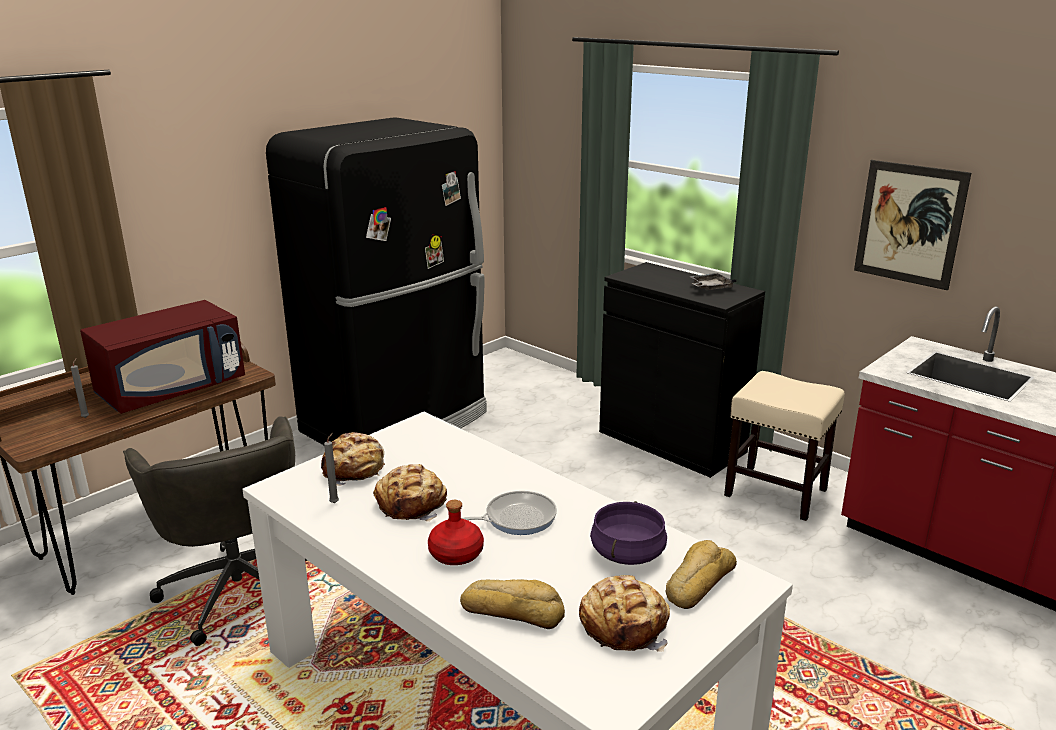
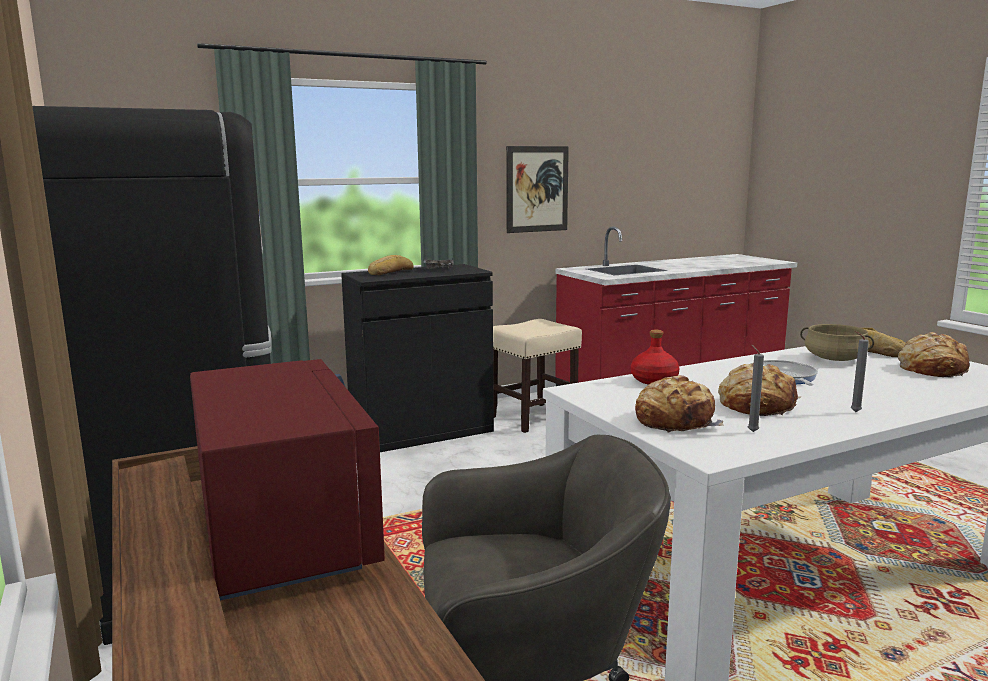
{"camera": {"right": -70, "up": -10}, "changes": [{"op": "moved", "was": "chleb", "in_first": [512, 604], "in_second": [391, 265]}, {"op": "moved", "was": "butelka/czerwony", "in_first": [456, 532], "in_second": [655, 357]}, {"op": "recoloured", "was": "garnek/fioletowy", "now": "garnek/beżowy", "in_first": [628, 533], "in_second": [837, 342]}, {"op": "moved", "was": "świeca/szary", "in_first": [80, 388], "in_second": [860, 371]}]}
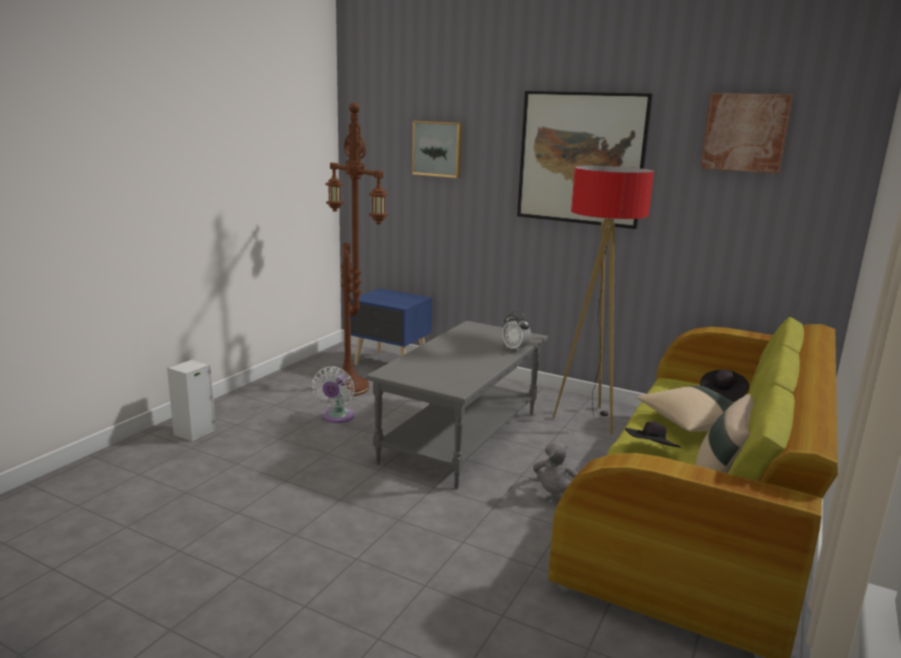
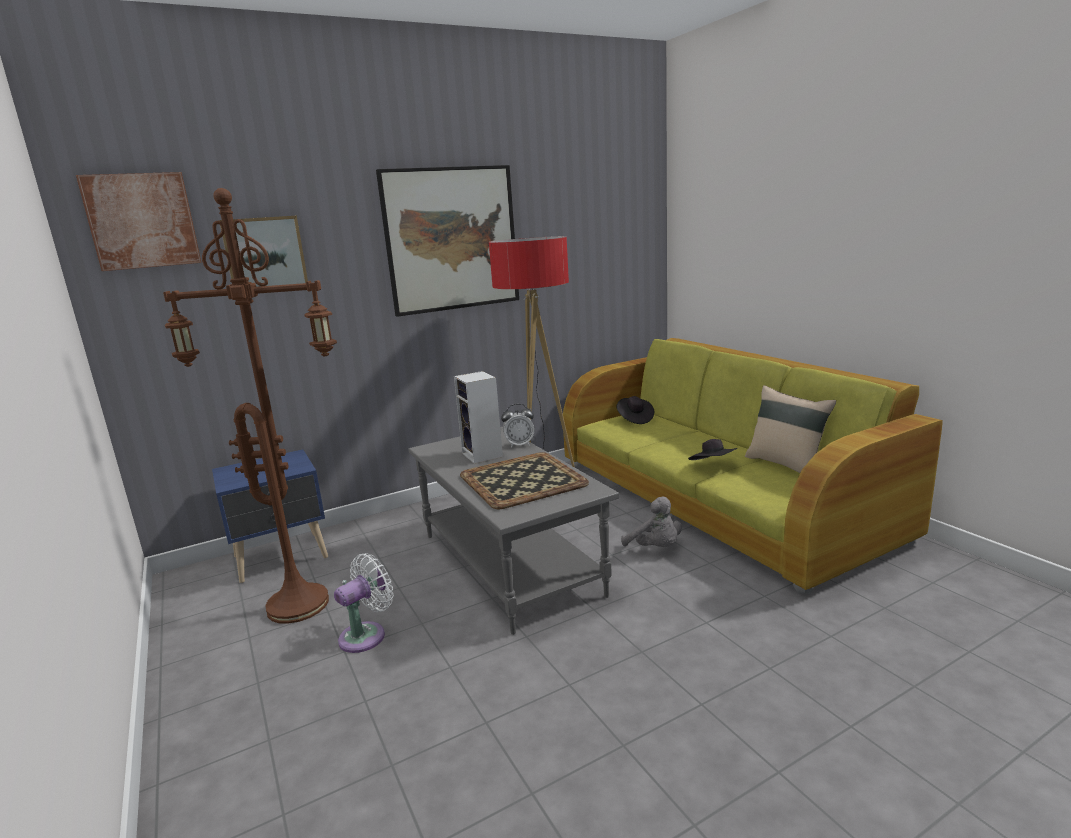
{"camera": {"right": -55, "up": 0}, "changes": [{"op": "moved", "was": "obraz", "in_first": [746, 133], "in_second": [139, 221]}, {"op": "turned", "was": "wentylator/biały", "in_first": [333, 394], "in_second": [363, 603], "clockwise": -90}, {"op": "moved", "was": "głośnik", "in_first": [191, 400], "in_second": [478, 417]}, {"op": "added", "now": "taca", "in_second": [524, 480]}, {"op": "removed", "was": "poduszka/beżowy", "in_first": [685, 409]}]}
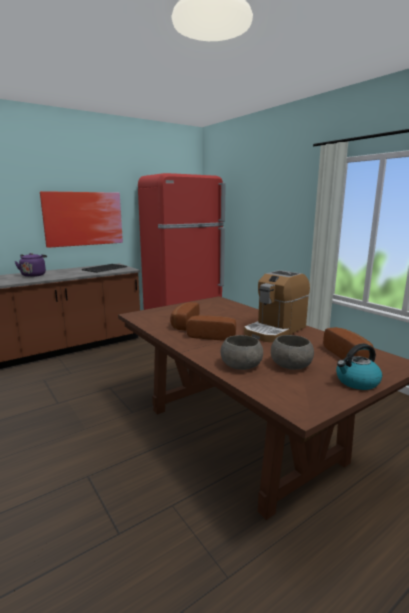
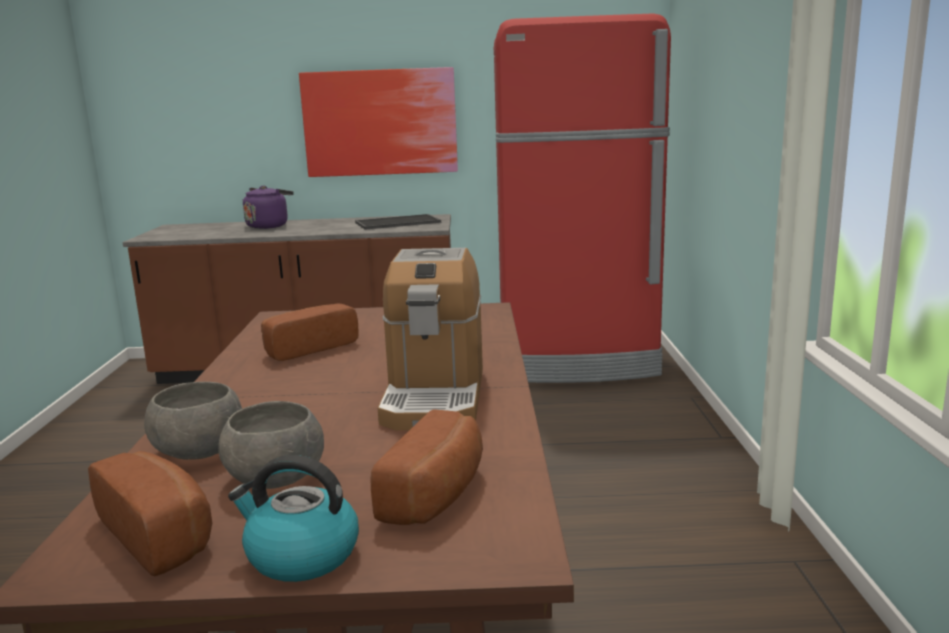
{"camera": {"right": 35, "up": 0}, "changes": [{"op": "moved", "was": "chleb", "in_first": [211, 328], "in_second": [150, 514]}, {"op": "turned", "was": "ekspres do kawy", "in_first": [277, 306], "in_second": [430, 339], "clockwise": -75}]}
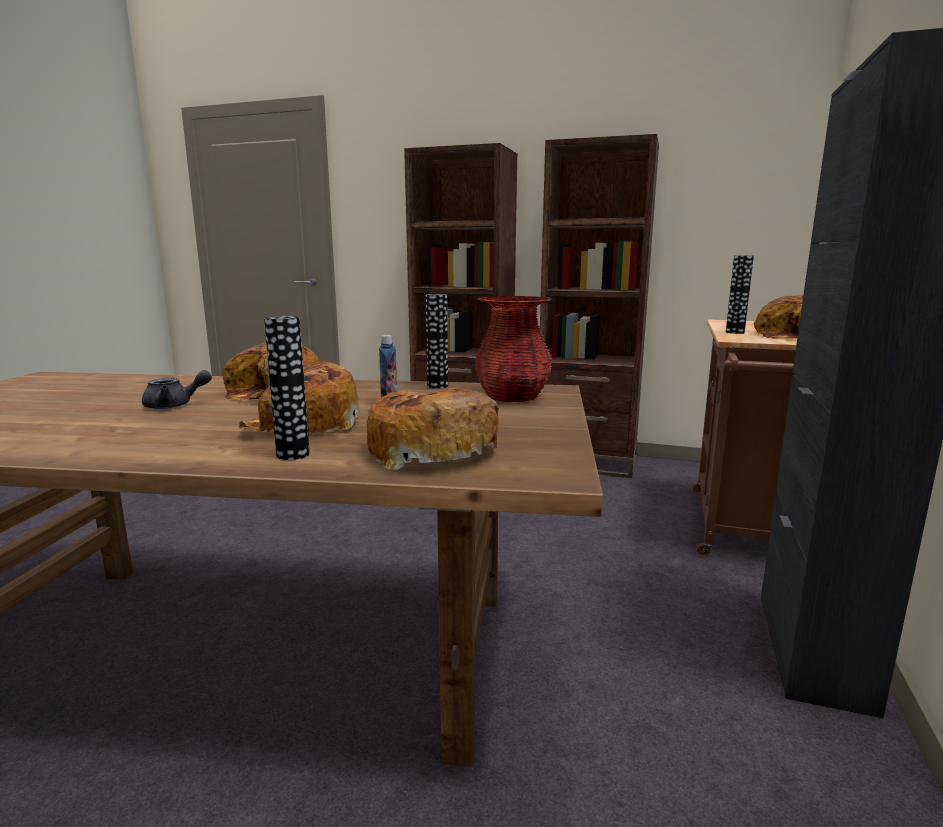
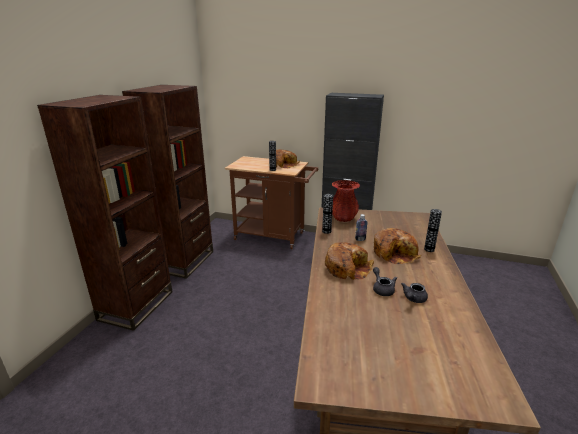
{"camera": {"right": -90, "up": 10}, "changes": [{"op": "added", "now": "imbryk/szary", "in_second": [414, 293]}, {"op": "removed", "was": "chleb", "in_first": [433, 429]}]}
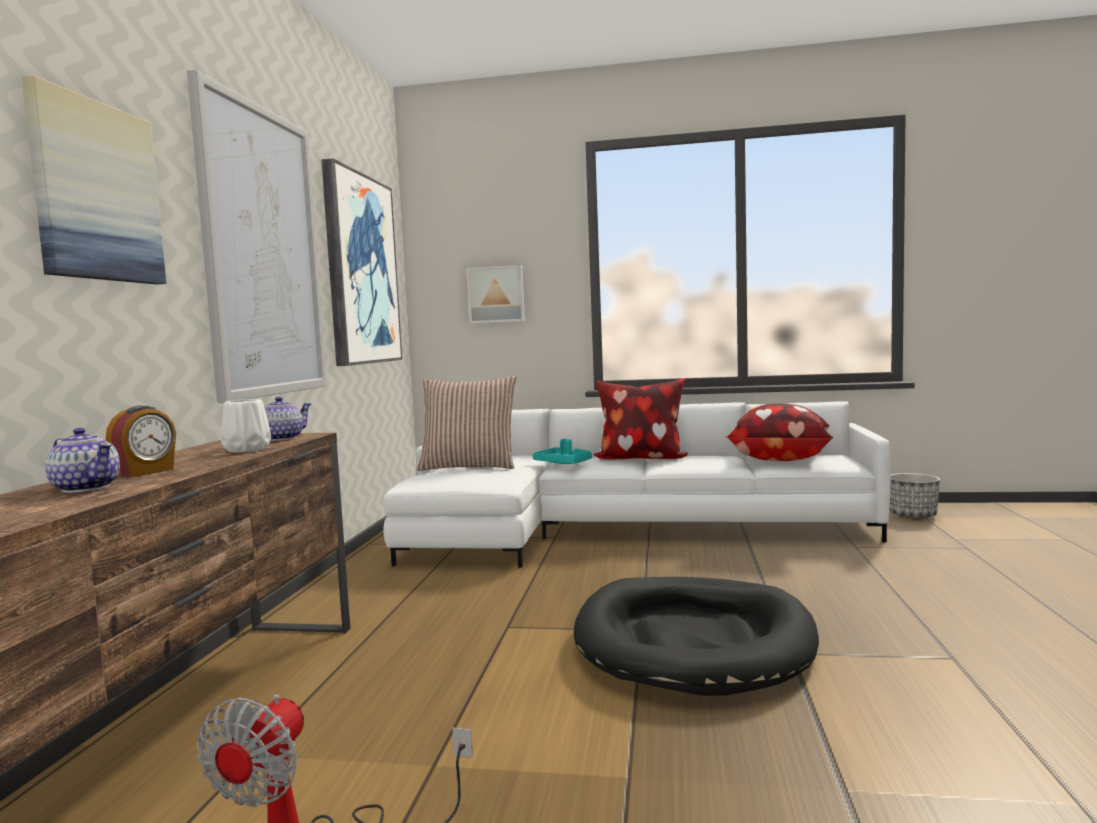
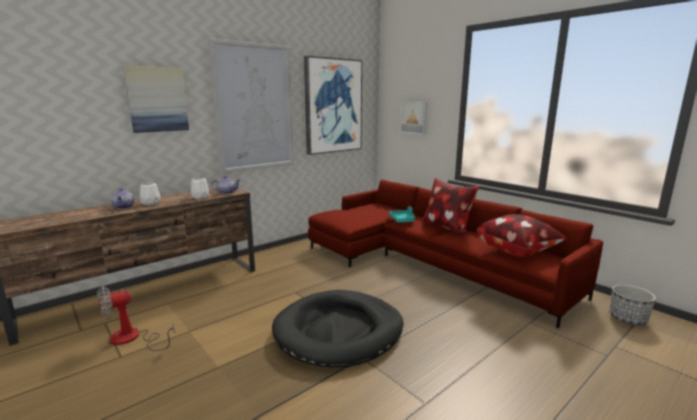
{"camera": {"right": 40, "up": 10}, "changes": [{"op": "replaced", "was": "budzik", "now": "wazon/biały", "in_first": [141, 441], "in_second": [150, 194]}, {"op": "recoloured", "was": "kanapa/biały", "now": "kanapa/czerwony", "in_first": [637, 484], "in_second": [455, 254]}, {"op": "removed", "was": "poduszka", "in_first": [466, 423]}]}
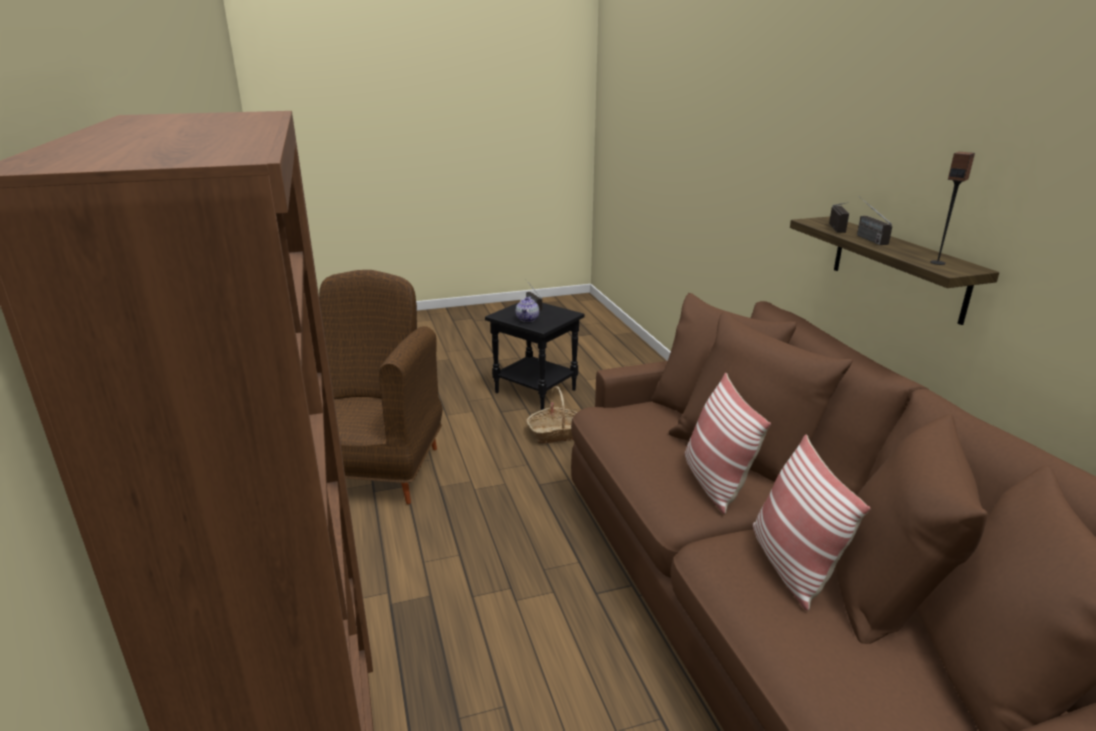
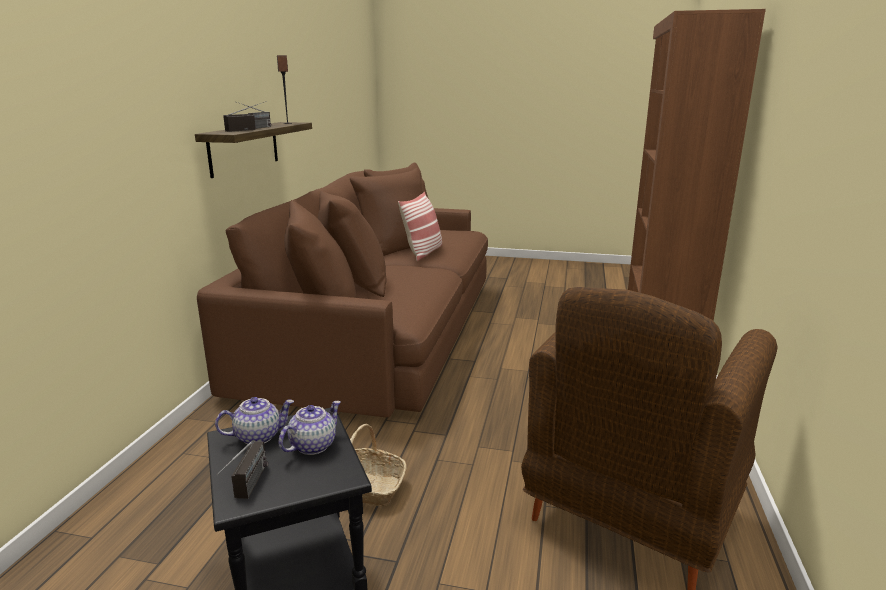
{"camera": {"right": -150, "up": -5}, "changes": [{"op": "added", "now": "imbryk", "in_second": [254, 420]}, {"op": "removed", "was": "poduszka", "in_first": [728, 443]}]}
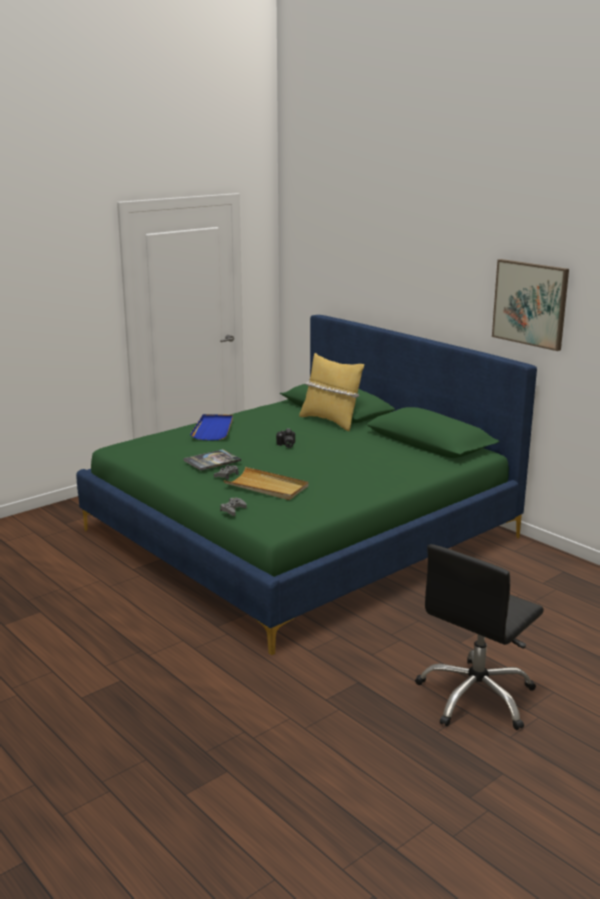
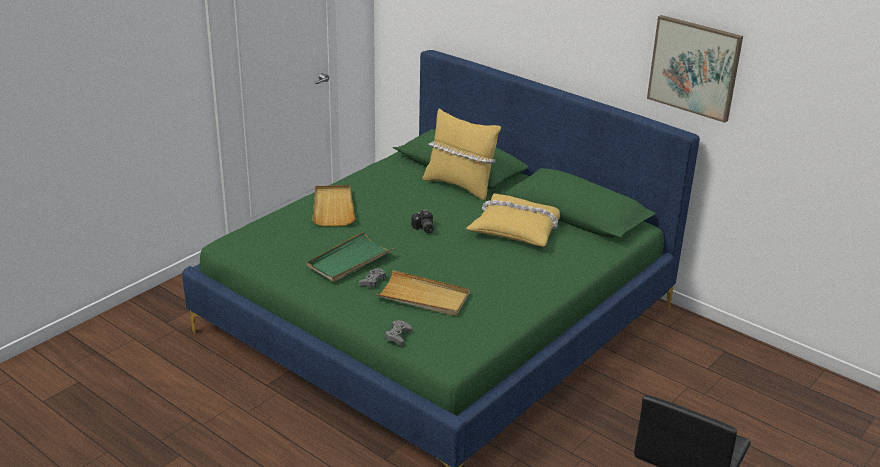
{"camera": {"right": -10, "up": 10}, "changes": [{"op": "replaced", "was": "książka", "now": "taca/zielony", "in_first": [212, 460], "in_second": [350, 256]}, {"op": "recoloured", "was": "taca/niebieski", "now": "taca/beżowy", "in_first": [211, 427], "in_second": [333, 205]}, {"op": "added", "now": "poduszka/żółty", "in_second": [513, 220]}]}
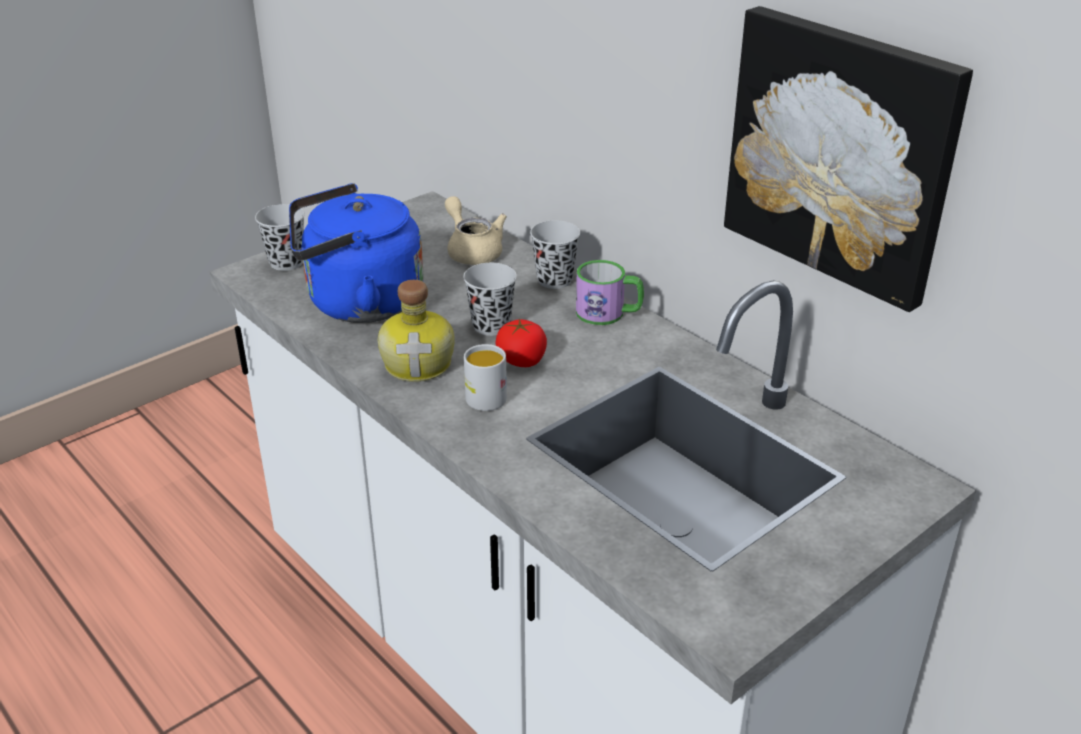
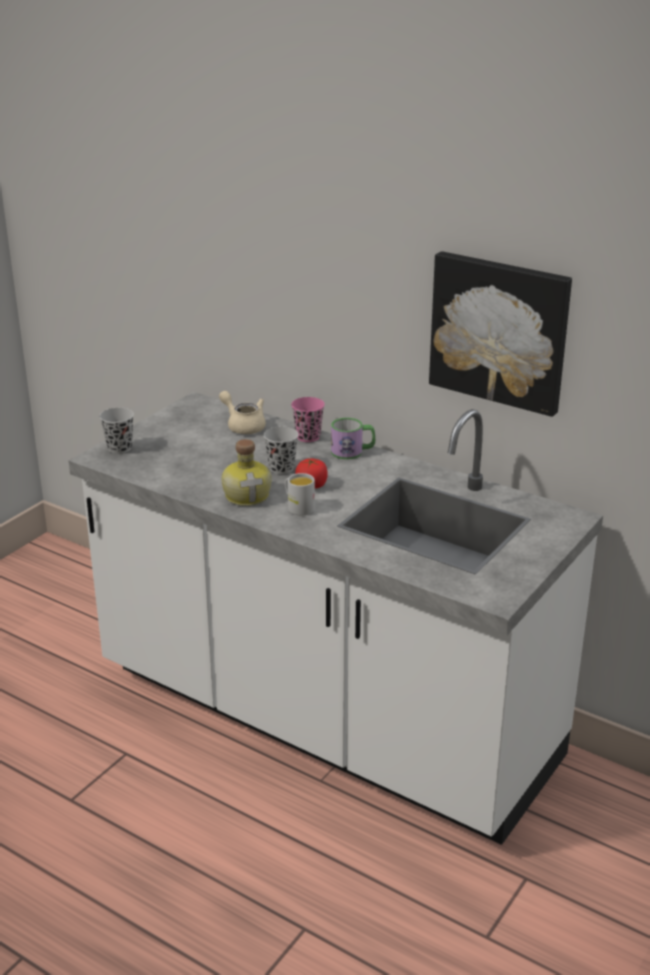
{"camera": {"right": -15, "up": -5}, "changes": [{"op": "recoloured", "was": "filiżanka/czarny", "now": "filiżanka/różowy", "in_first": [555, 254], "in_second": [308, 419]}, {"op": "removed", "was": "czajnik/niebieski", "in_first": [356, 253]}]}
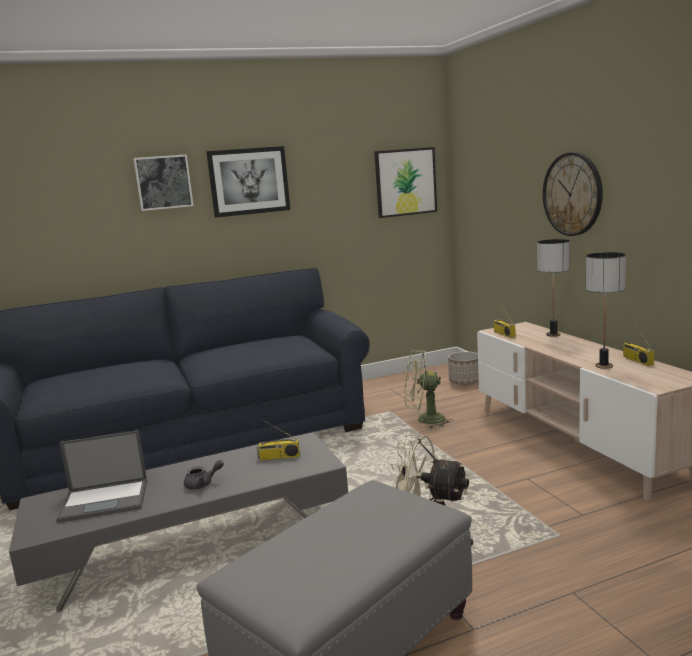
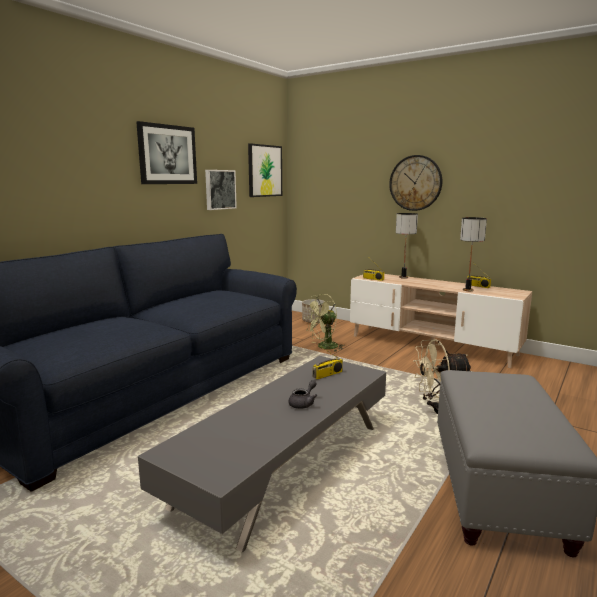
{"camera": {"right": -35, "up": 0}, "changes": [{"op": "moved", "was": "obraz", "in_first": [163, 182], "in_second": [221, 190]}, {"op": "removed", "was": "laptop", "in_first": [101, 476]}]}
